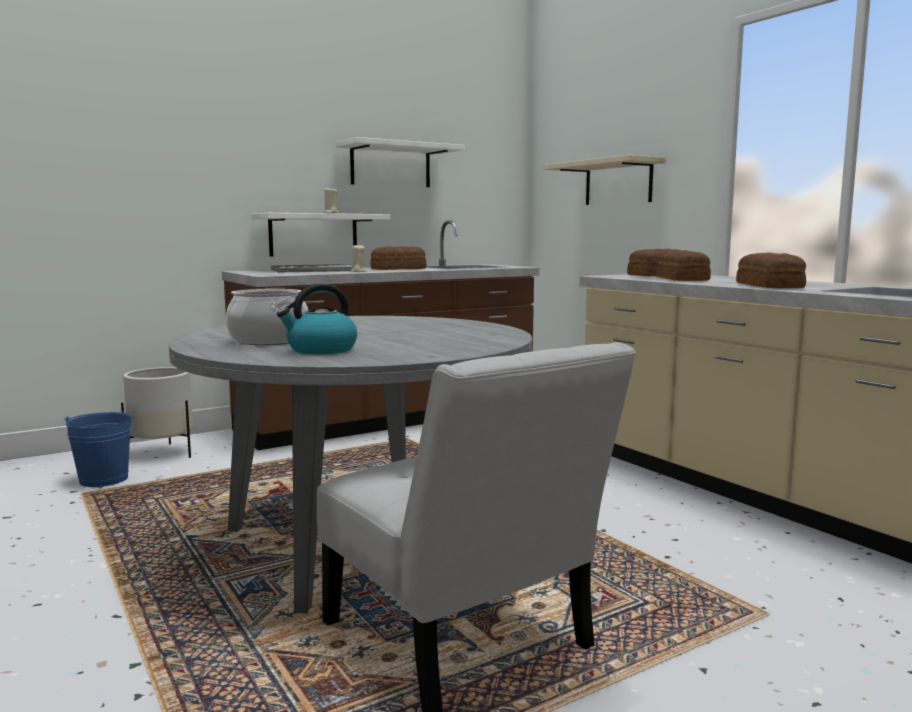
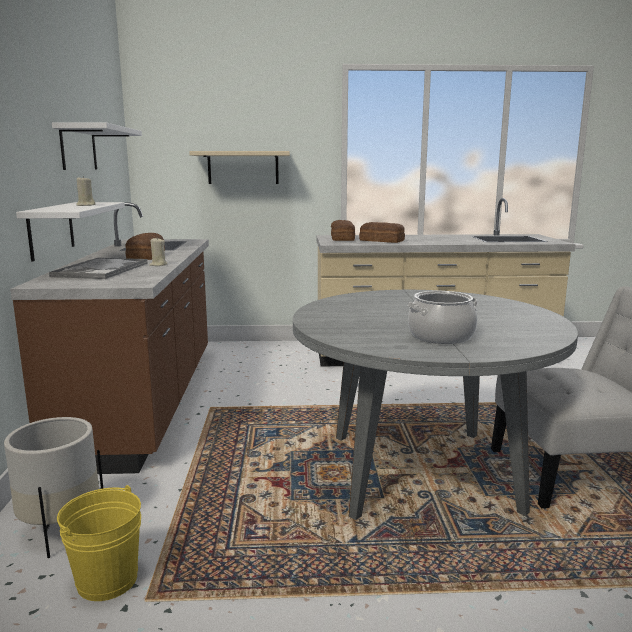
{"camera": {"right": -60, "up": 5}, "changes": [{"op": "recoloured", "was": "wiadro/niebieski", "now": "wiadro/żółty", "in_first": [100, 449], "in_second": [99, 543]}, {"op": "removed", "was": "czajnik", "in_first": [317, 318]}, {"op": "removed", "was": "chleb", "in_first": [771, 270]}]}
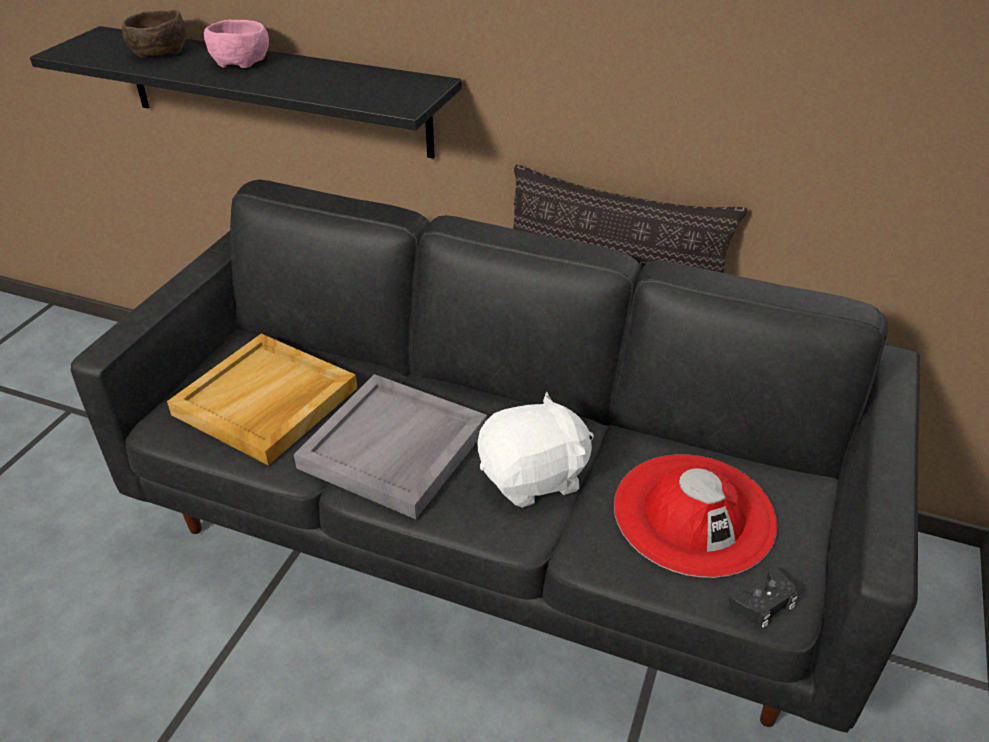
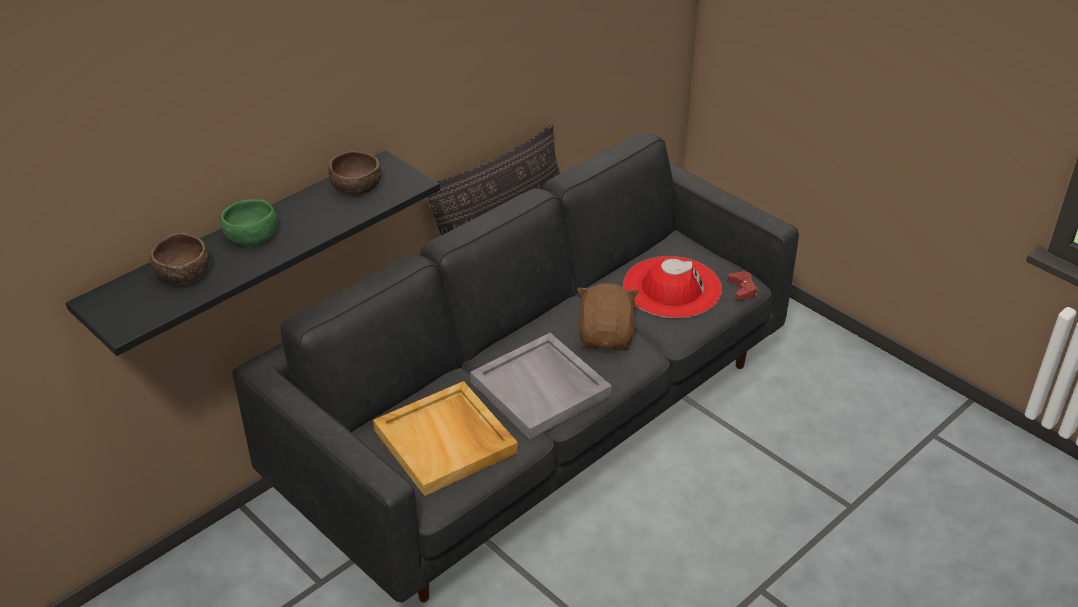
{"camera": {"right": -65, "up": 0}, "changes": [{"op": "recoloured", "was": "miska/różowy", "now": "miska/zielony", "in_first": [236, 44], "in_second": [248, 223]}, {"op": "added", "now": "miska/brązowy", "in_second": [354, 174]}, {"op": "recoloured", "was": "pluszak/biały", "now": "pluszak/brązowy", "in_first": [535, 450], "in_second": [608, 317]}, {"op": "recoloured", "was": "pad do gier/czarny", "now": "pad do gier/czerwony", "in_first": [763, 598], "in_second": [743, 285]}]}
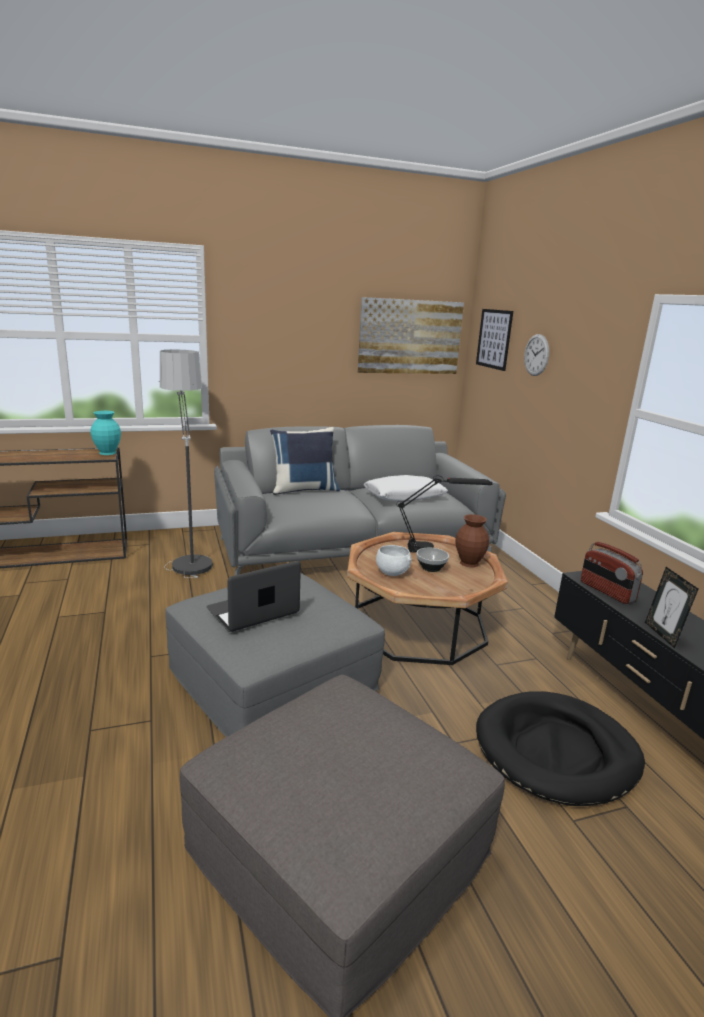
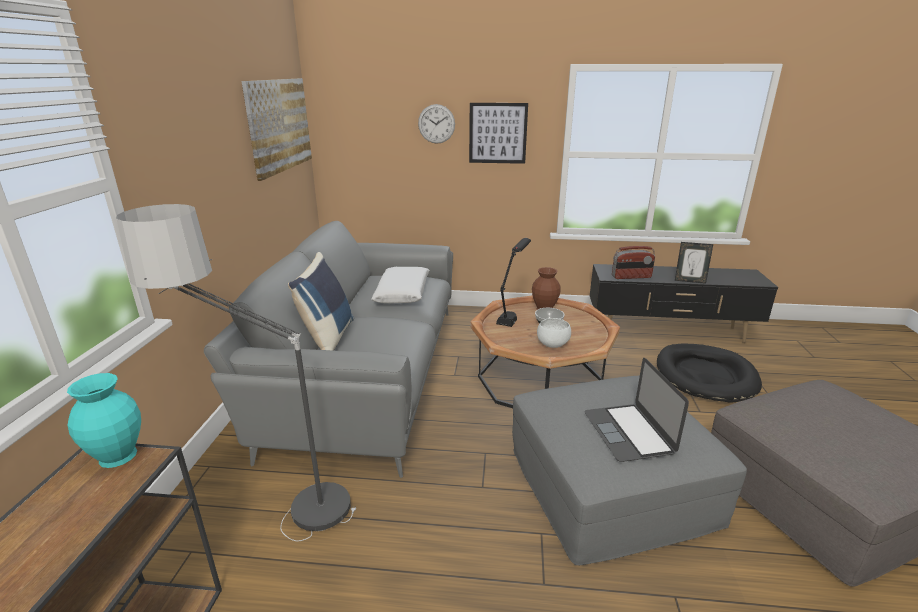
{"camera": {"right": -65, "up": 5}, "changes": [{"op": "moved", "was": "obraz", "in_first": [494, 340], "in_second": [498, 133]}]}
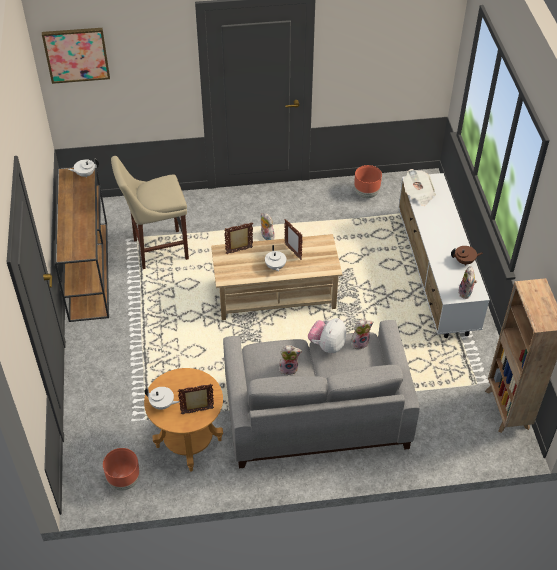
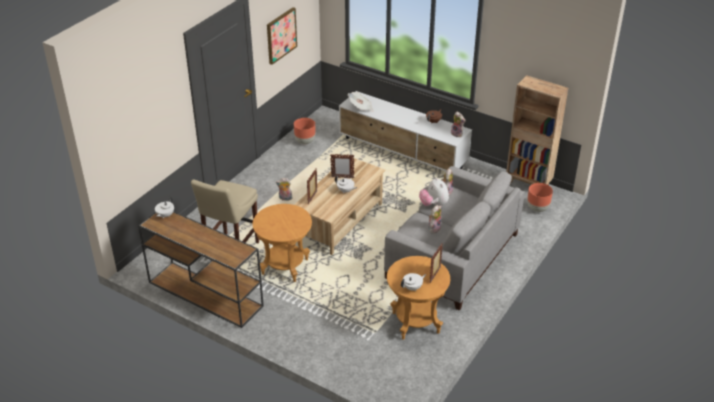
{"camera": {"right": -50, "up": -10}, "changes": [{"op": "added", "now": "stolik/brązowy", "in_second": [282, 243]}, {"op": "moved", "was": "obraz", "in_first": [76, 56], "in_second": [282, 36]}, {"op": "moved", "was": "donica/brązowy", "in_first": [121, 469], "in_second": [540, 197]}]}
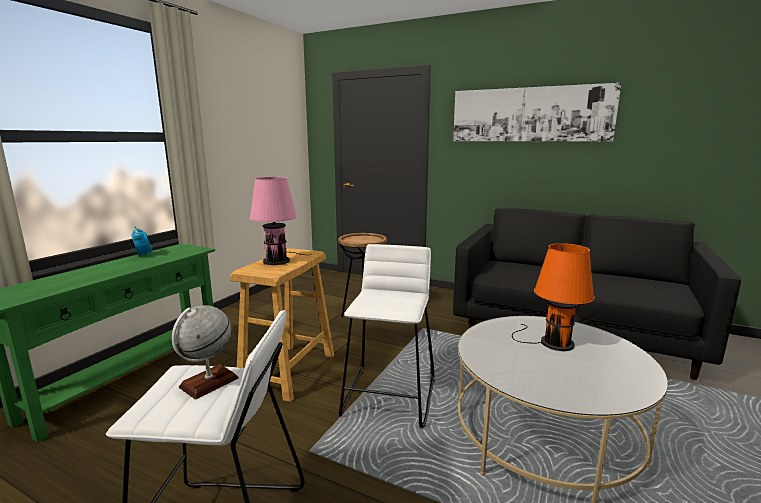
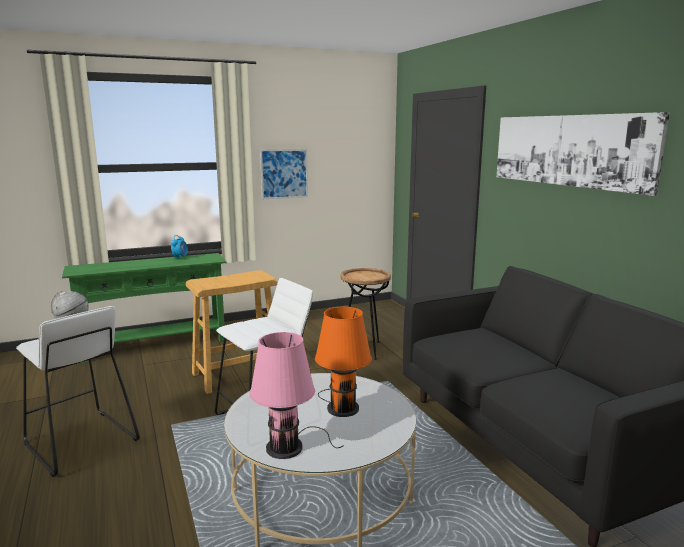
{"camera": {"right": 40, "up": 0}, "changes": [{"op": "moved", "was": "lampa stołowa/różowy", "in_first": [281, 221], "in_second": [297, 395]}, {"op": "added", "now": "obraz", "in_second": [284, 174]}]}
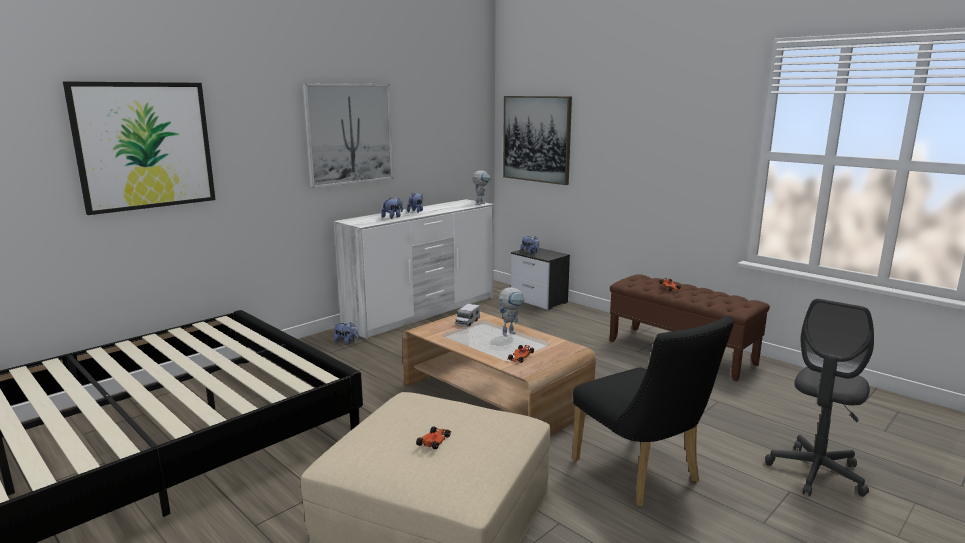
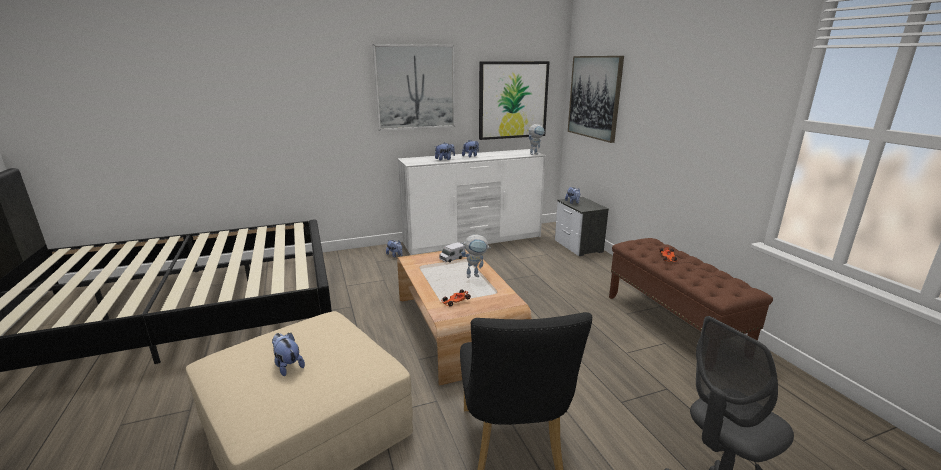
{"camera": {"right": 25, "up": 5}, "changes": [{"op": "replaced", "was": "samochodzik", "now": "pluszak", "in_first": [434, 437], "in_second": [288, 354]}, {"op": "moved", "was": "obraz", "in_first": [139, 148], "in_second": [514, 100]}]}
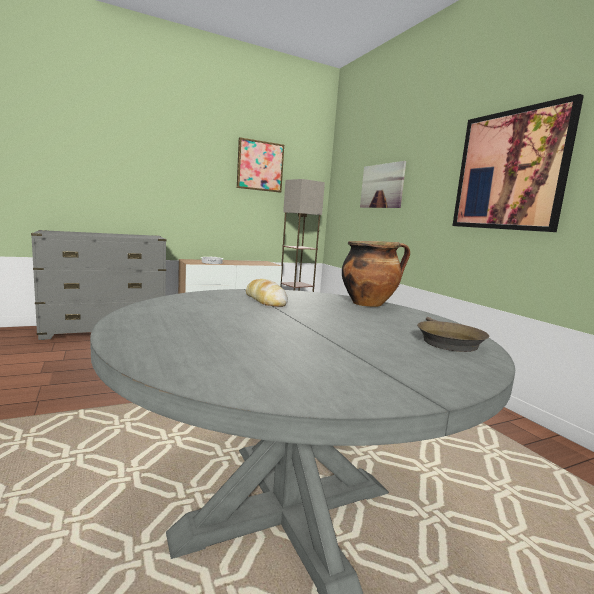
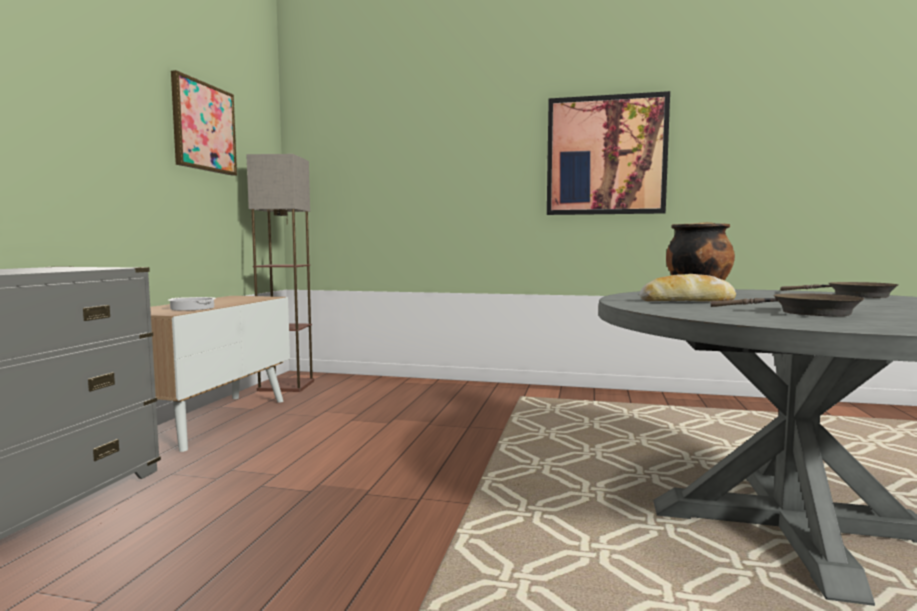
{"camera": {"right": -50, "up": -5}, "changes": [{"op": "added", "now": "patelnia/brązowy", "in_second": [787, 304]}, {"op": "removed", "was": "obraz", "in_first": [383, 184]}]}
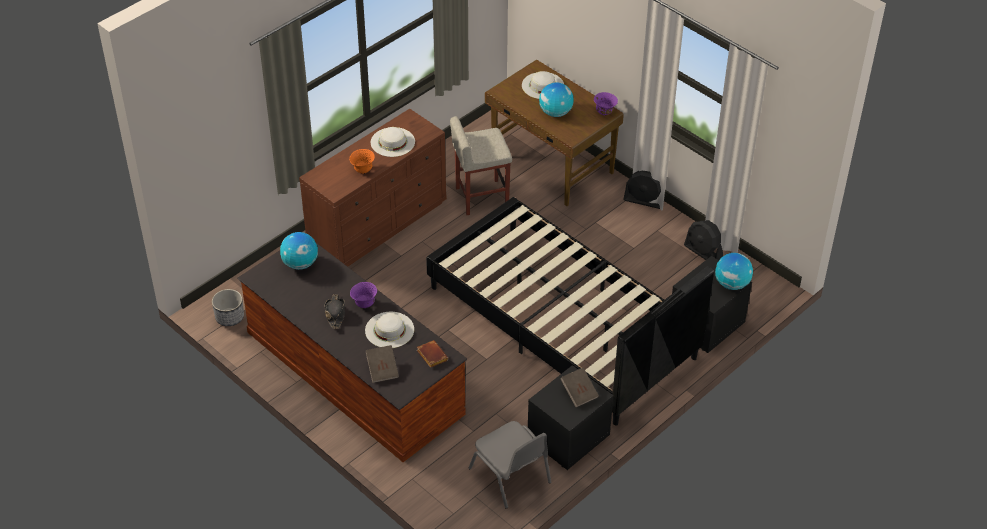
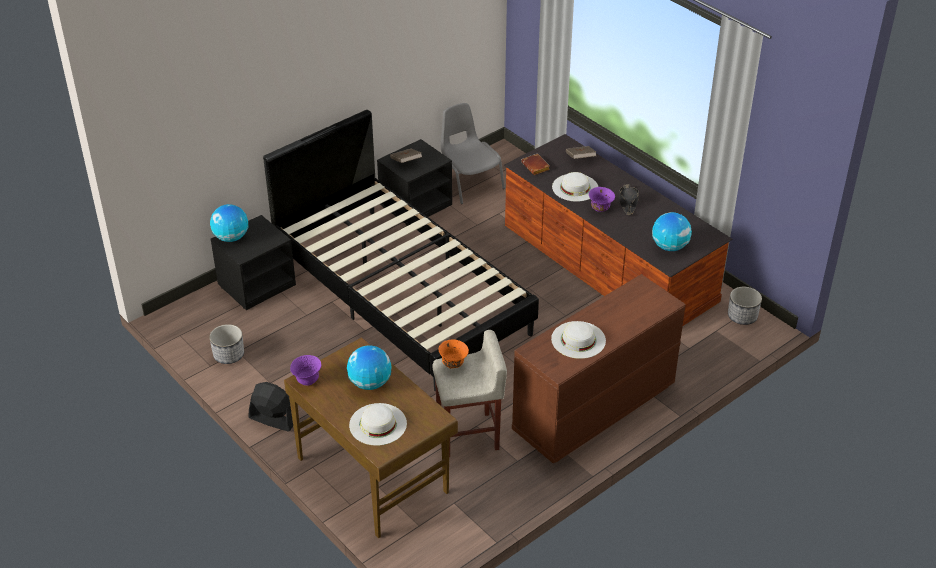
{"camera": {"right": -175, "up": -5}, "changes": [{"op": "replaced", "was": "wentylator/czarny", "now": "donica", "in_first": [703, 240], "in_second": [226, 344]}, {"op": "moved", "was": "miska/pomarańczowy", "in_first": [362, 161], "in_second": [454, 353]}]}
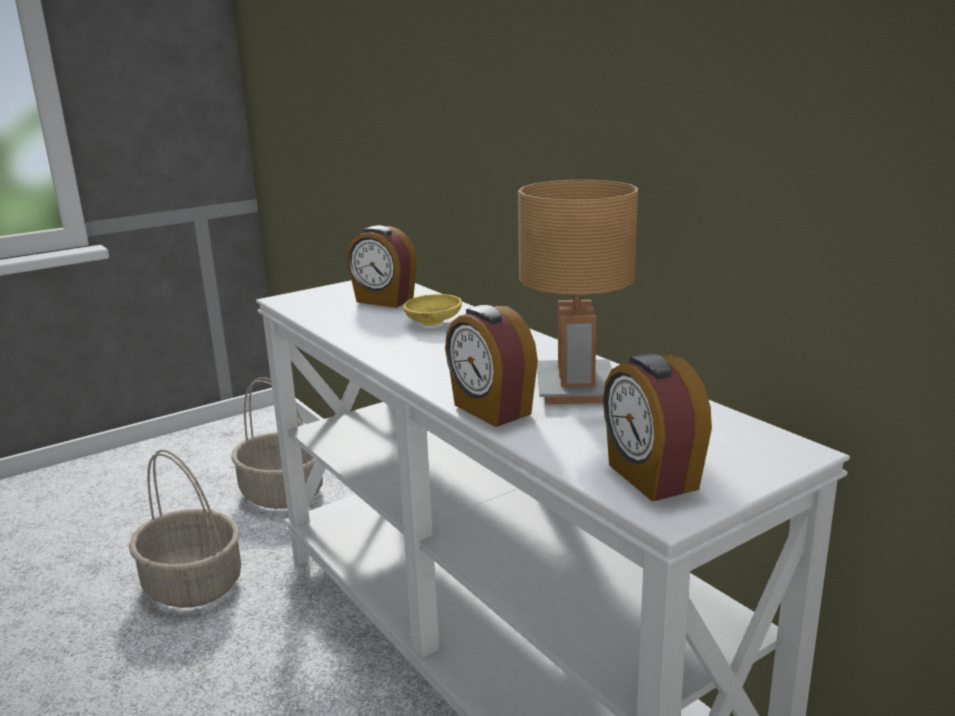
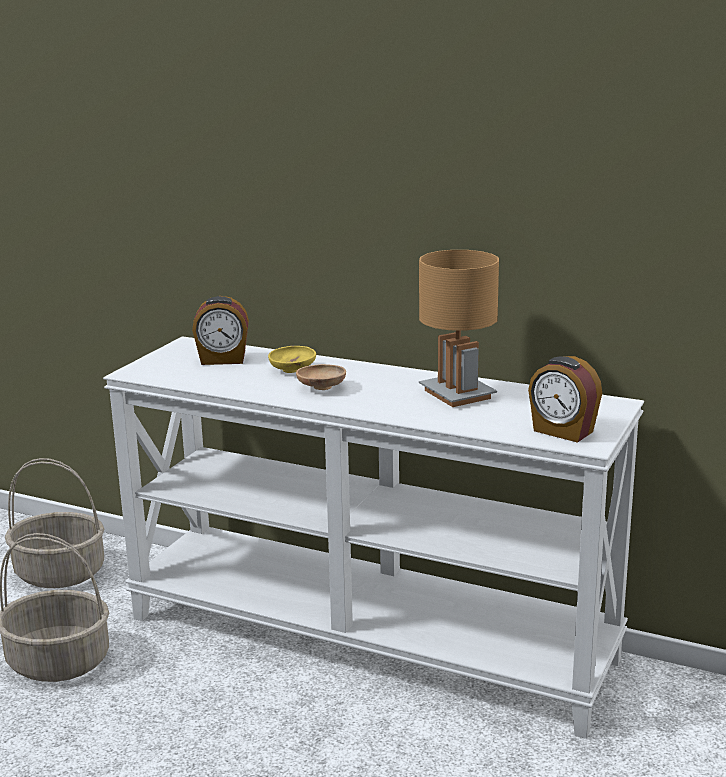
{"camera": {"right": -30, "up": 0}, "changes": [{"op": "added", "now": "miska/brązowy", "in_second": [321, 377]}, {"op": "removed", "was": "budzik", "in_first": [491, 366]}]}
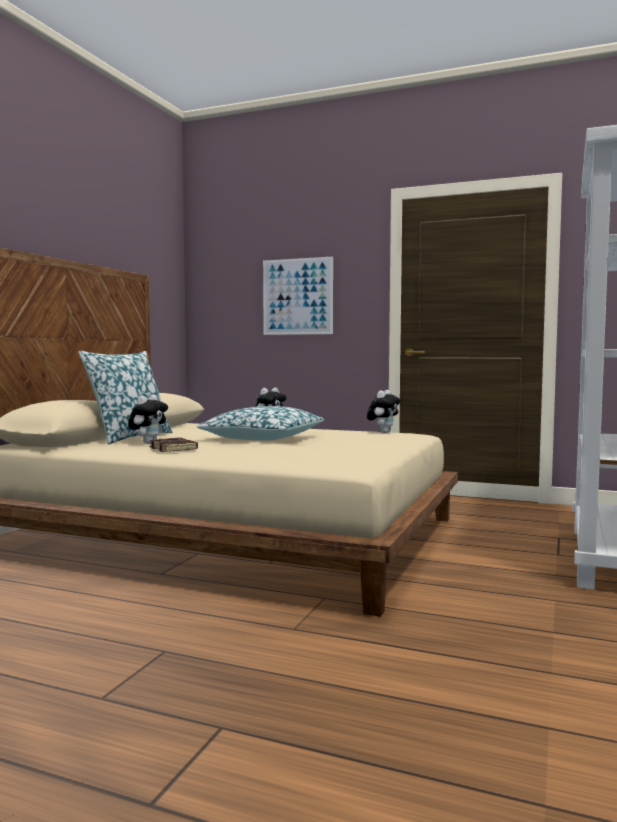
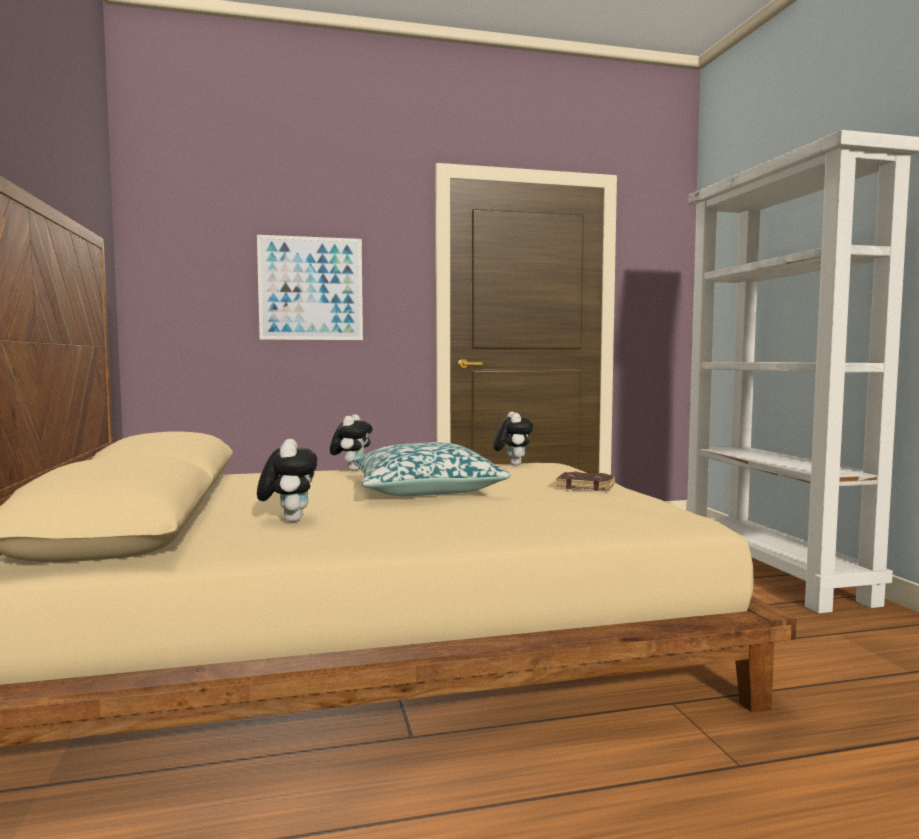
{"camera": {"right": -35, "up": 0}, "changes": [{"op": "moved", "was": "książka/brązowy", "in_first": [173, 445], "in_second": [585, 481]}, {"op": "removed", "was": "poduszka", "in_first": [125, 398]}]}
